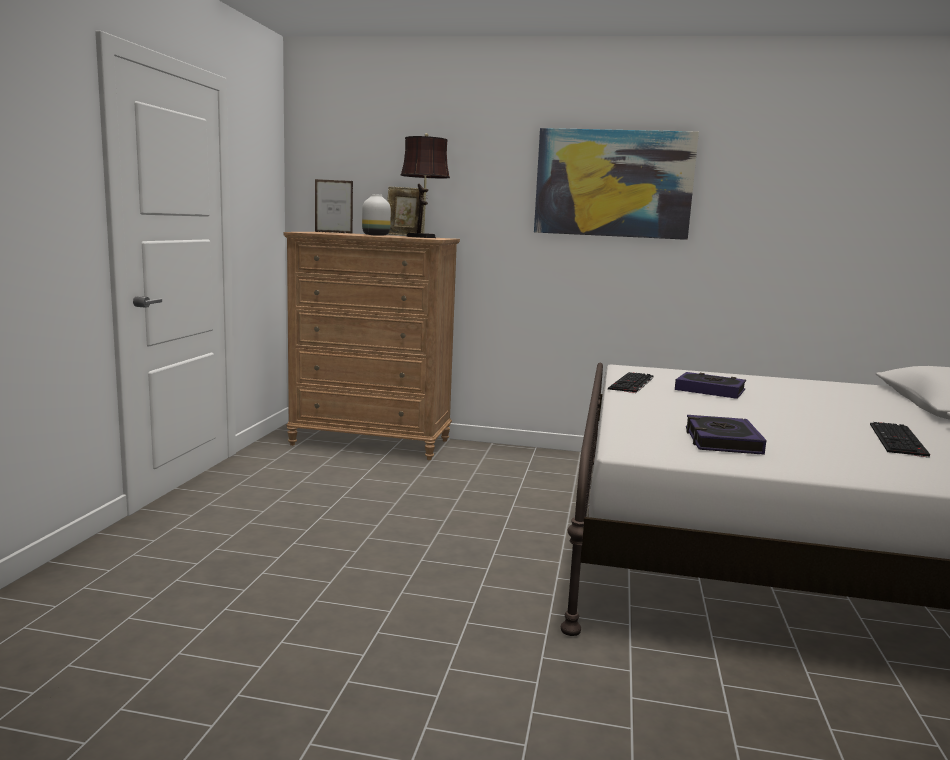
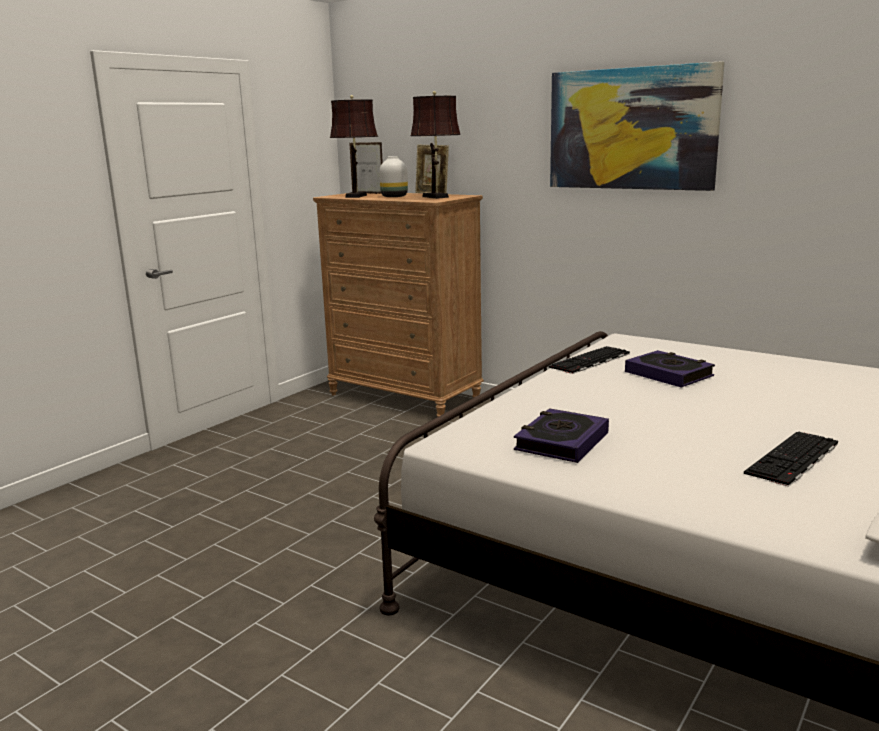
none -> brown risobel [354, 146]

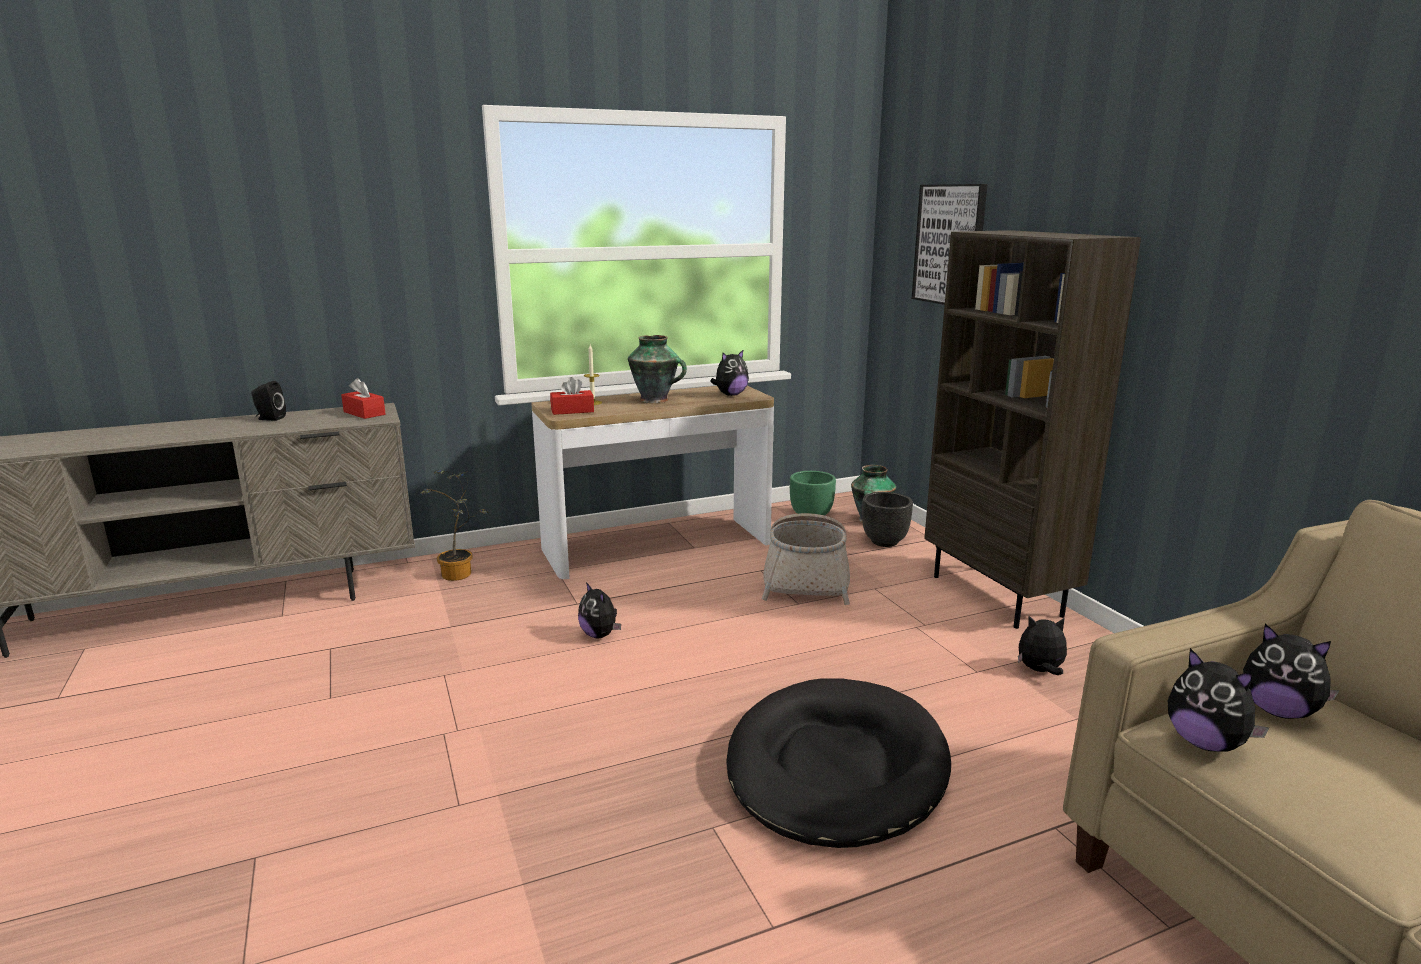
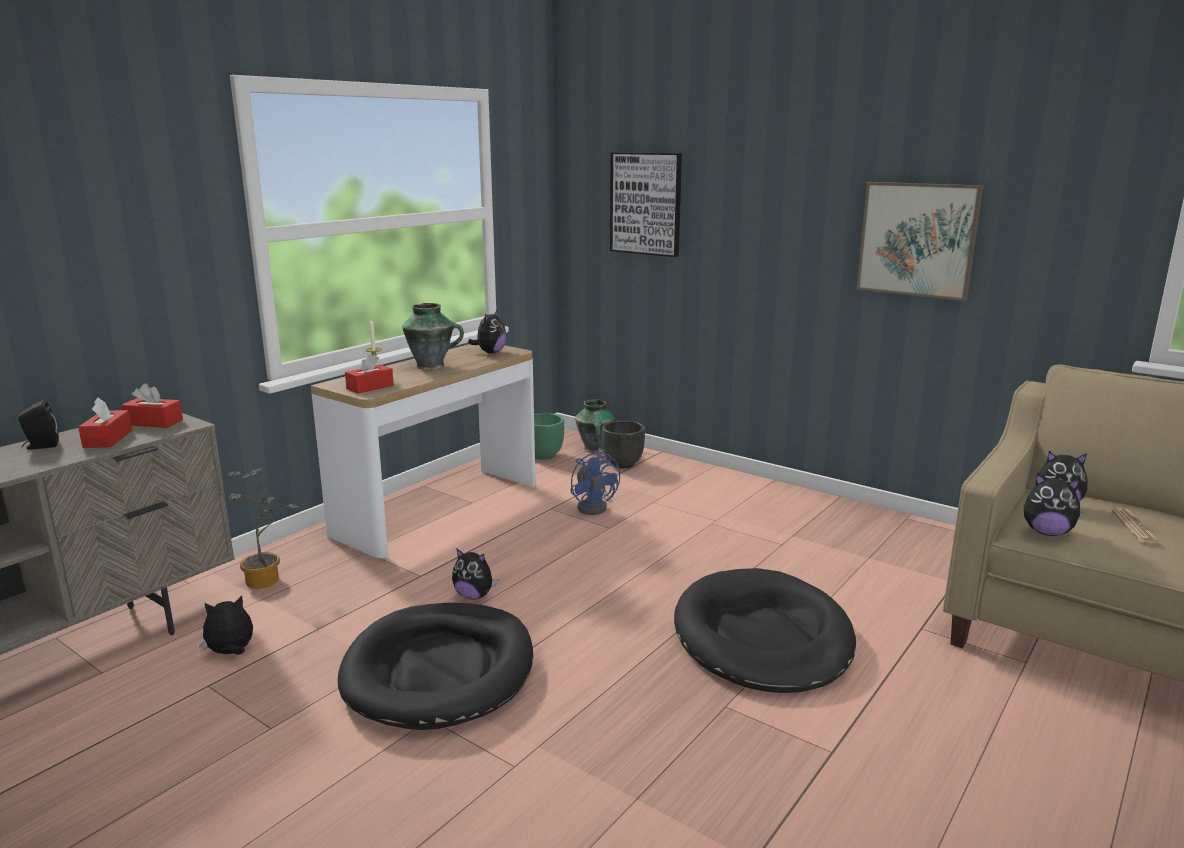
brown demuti [1032, 429] -> none
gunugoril [806, 559] -> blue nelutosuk [595, 482]
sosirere [1042, 645] -> sosirere [226, 625], relocated
none -> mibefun [919, 241]
none -> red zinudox [105, 422]
none -> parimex [1136, 526]
none -> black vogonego [435, 666]

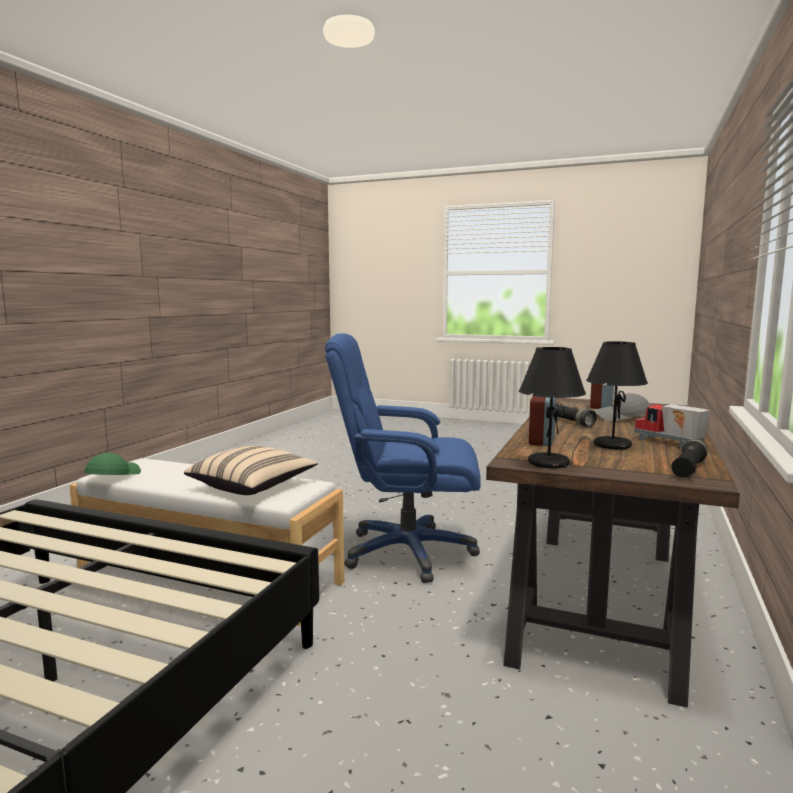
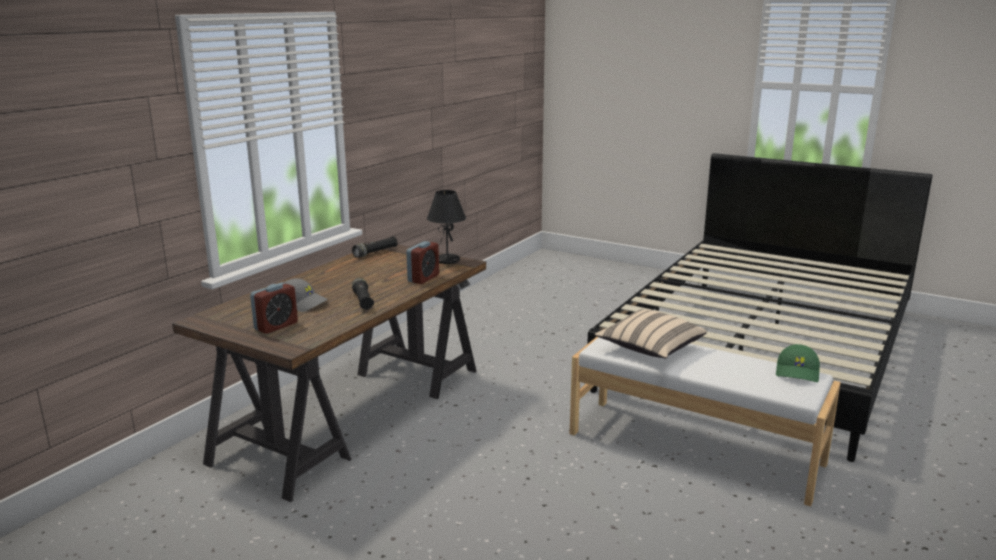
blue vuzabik [402, 458] -> none
black risobel [617, 395] -> none
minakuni [672, 426] -> none

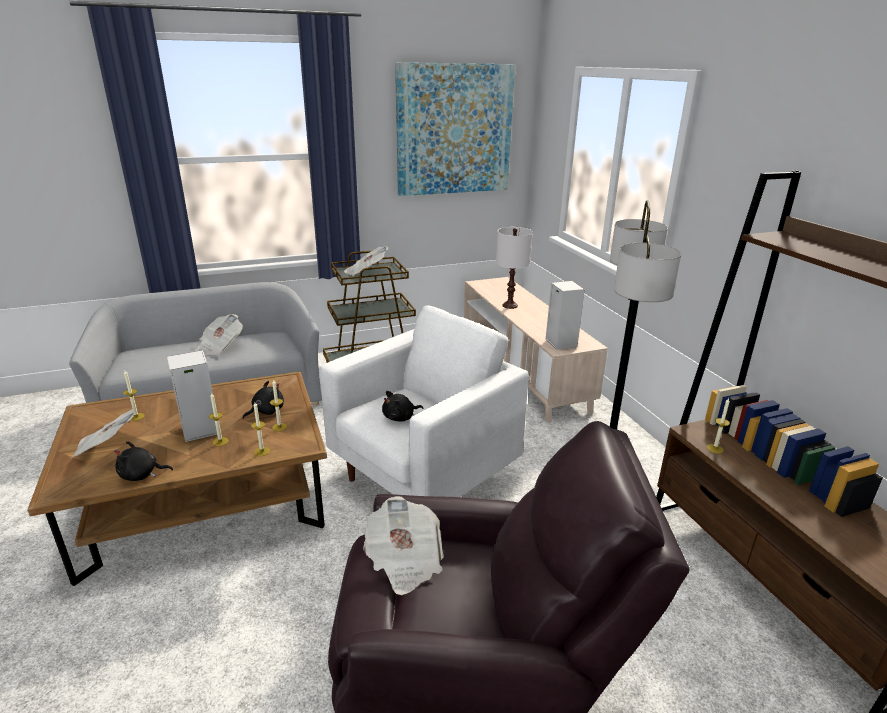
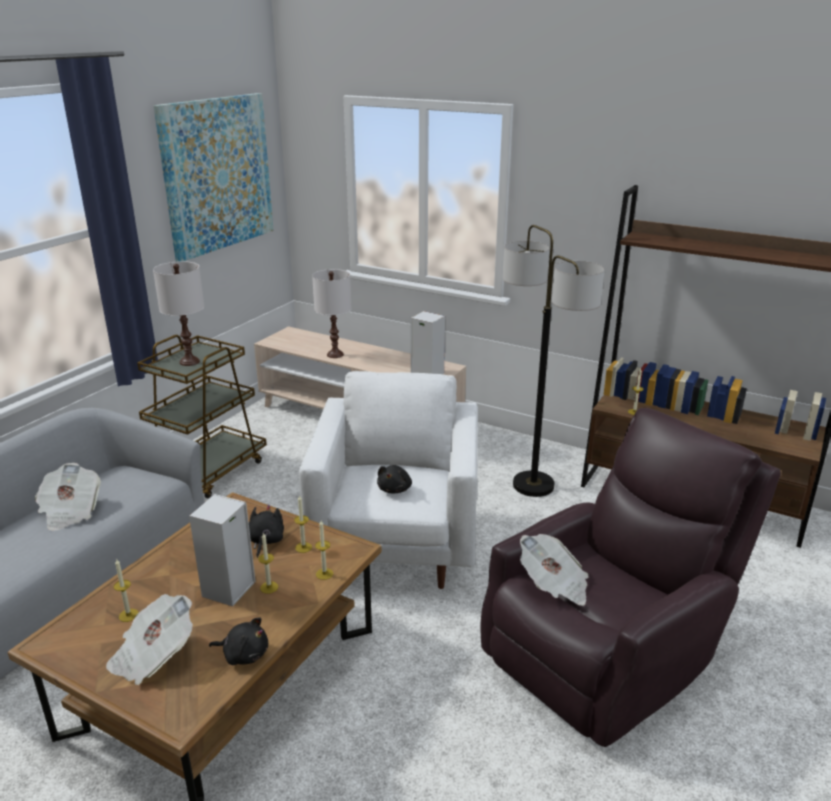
parimex [366, 261] -> white risobel [179, 313]
black sosirere [143, 461] -> black sosirere [238, 641], 120 degrees counterclockwise

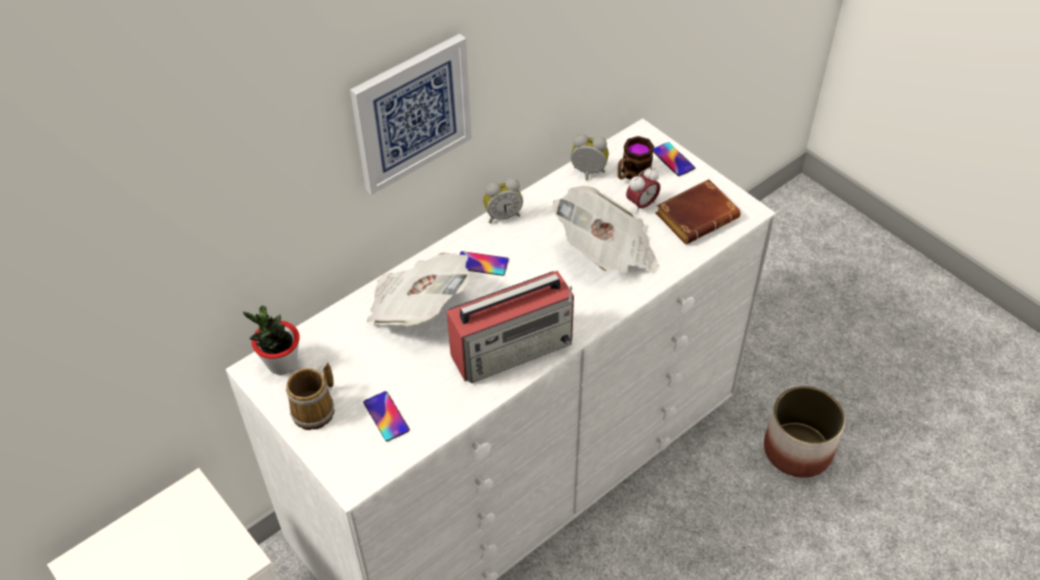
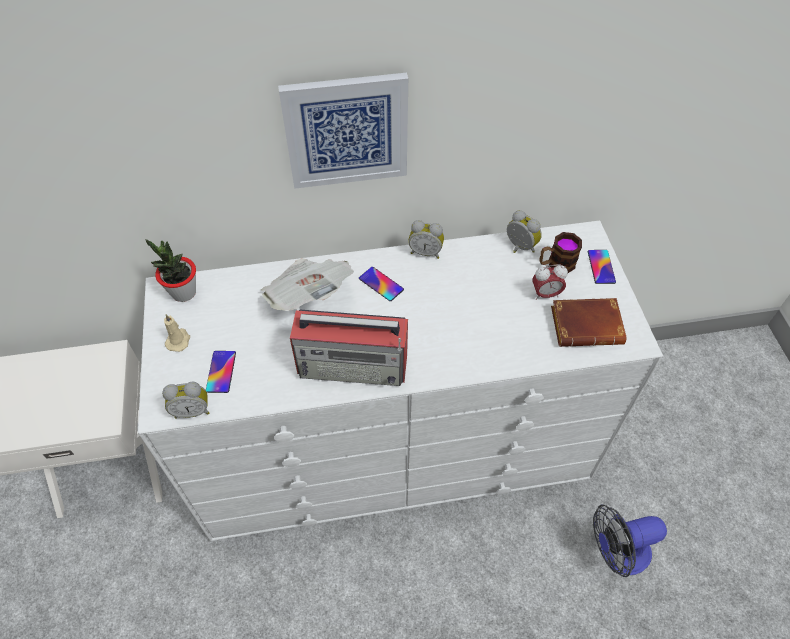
parimex [606, 230] -> none
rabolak [310, 395] -> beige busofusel [177, 333]
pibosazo [804, 432] -> nelutosuk [630, 541]
none -> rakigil [185, 400]

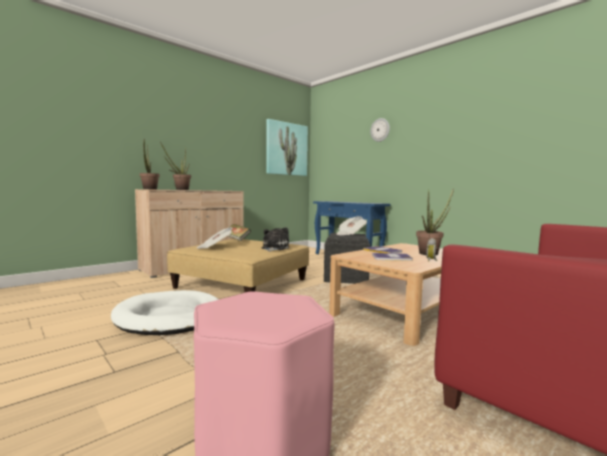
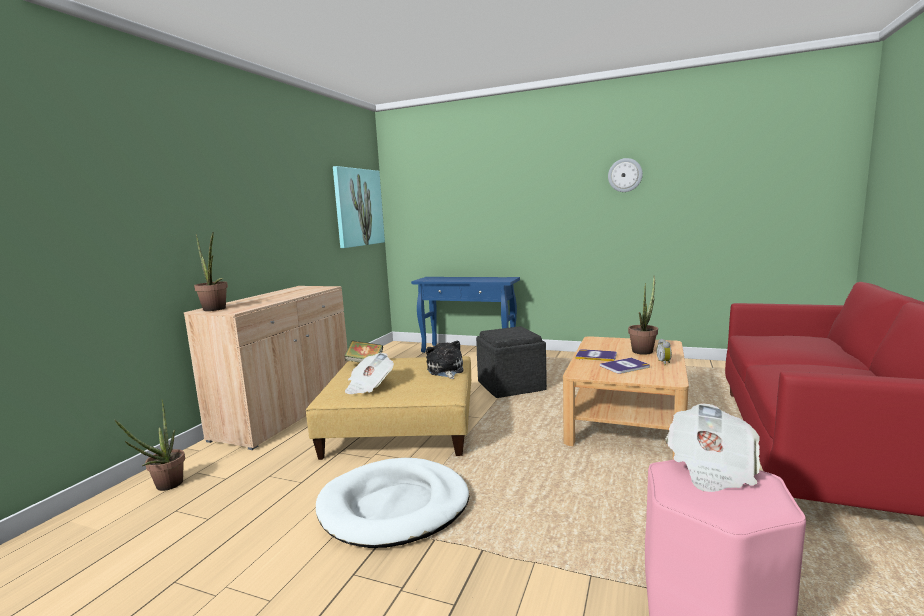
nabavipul [380, 130] -> nabavipul [625, 175], relocated
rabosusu [175, 166] -> rabosusu [150, 445], relocated
parimex [352, 225] -> parimex [712, 448], relocated

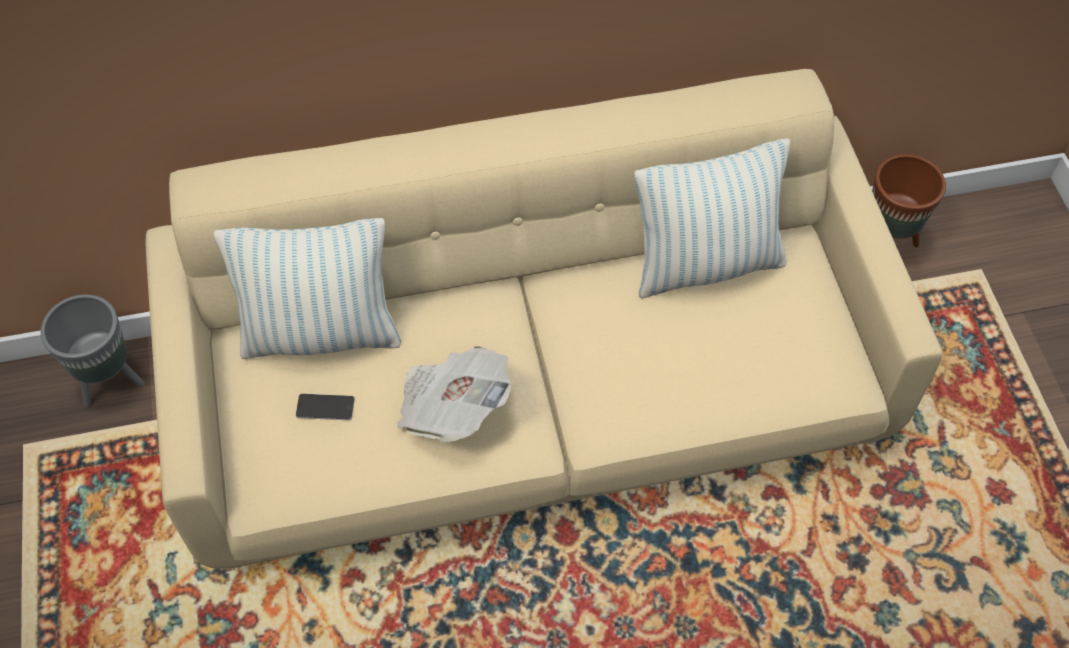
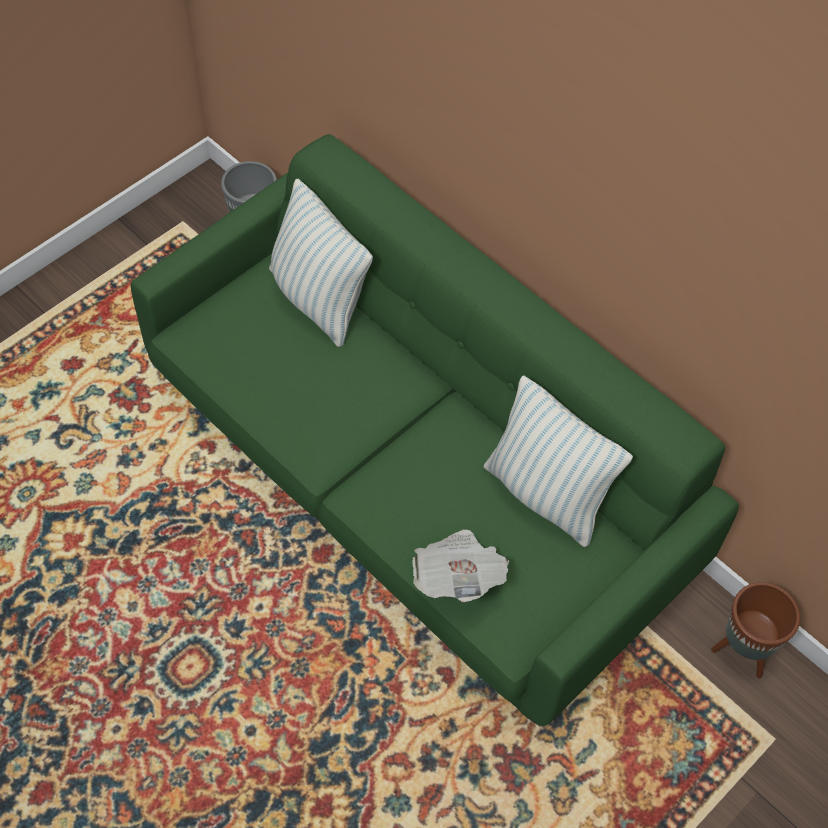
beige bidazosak [544, 319] -> green bidazosak [435, 430]
parimex [454, 394] -> parimex [460, 566], relocated
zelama [325, 407] -> none

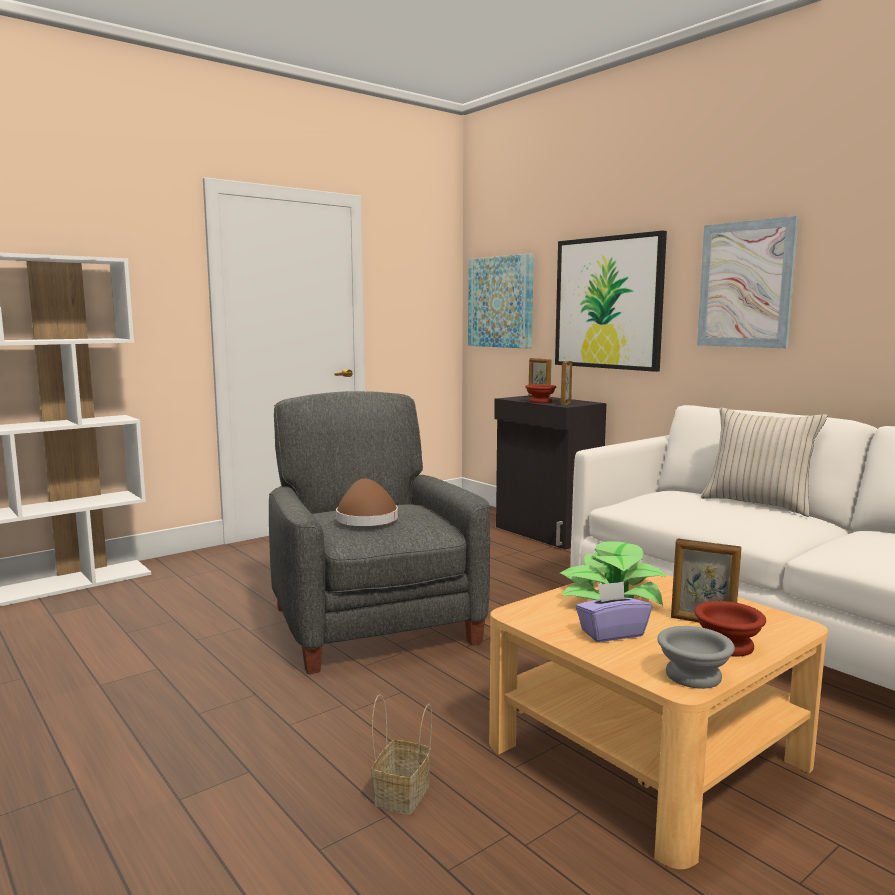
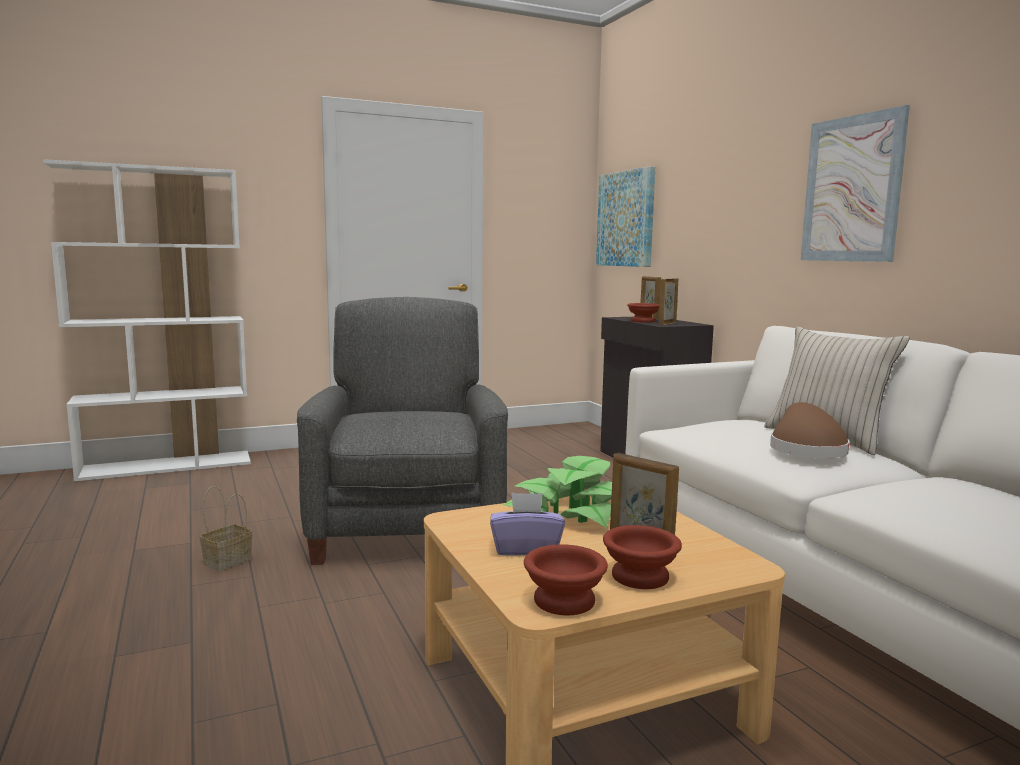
mibefun [611, 301] -> none
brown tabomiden [367, 502] -> brown tabomiden [810, 430], relocated
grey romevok [696, 657] -> brown romevok [566, 579]
gunugoril [401, 754] -> gunugoril [226, 528], relocated

